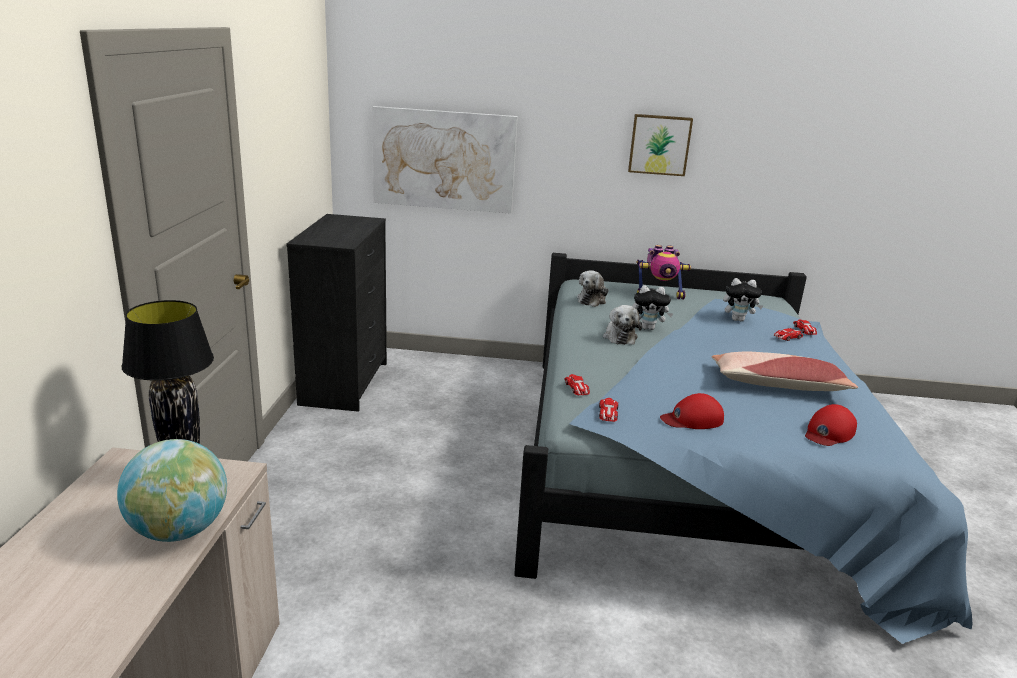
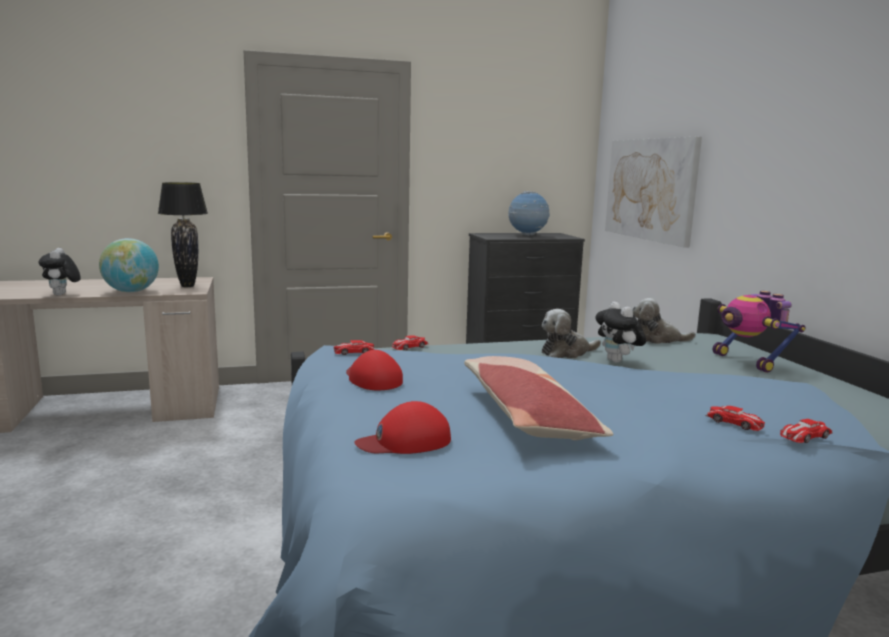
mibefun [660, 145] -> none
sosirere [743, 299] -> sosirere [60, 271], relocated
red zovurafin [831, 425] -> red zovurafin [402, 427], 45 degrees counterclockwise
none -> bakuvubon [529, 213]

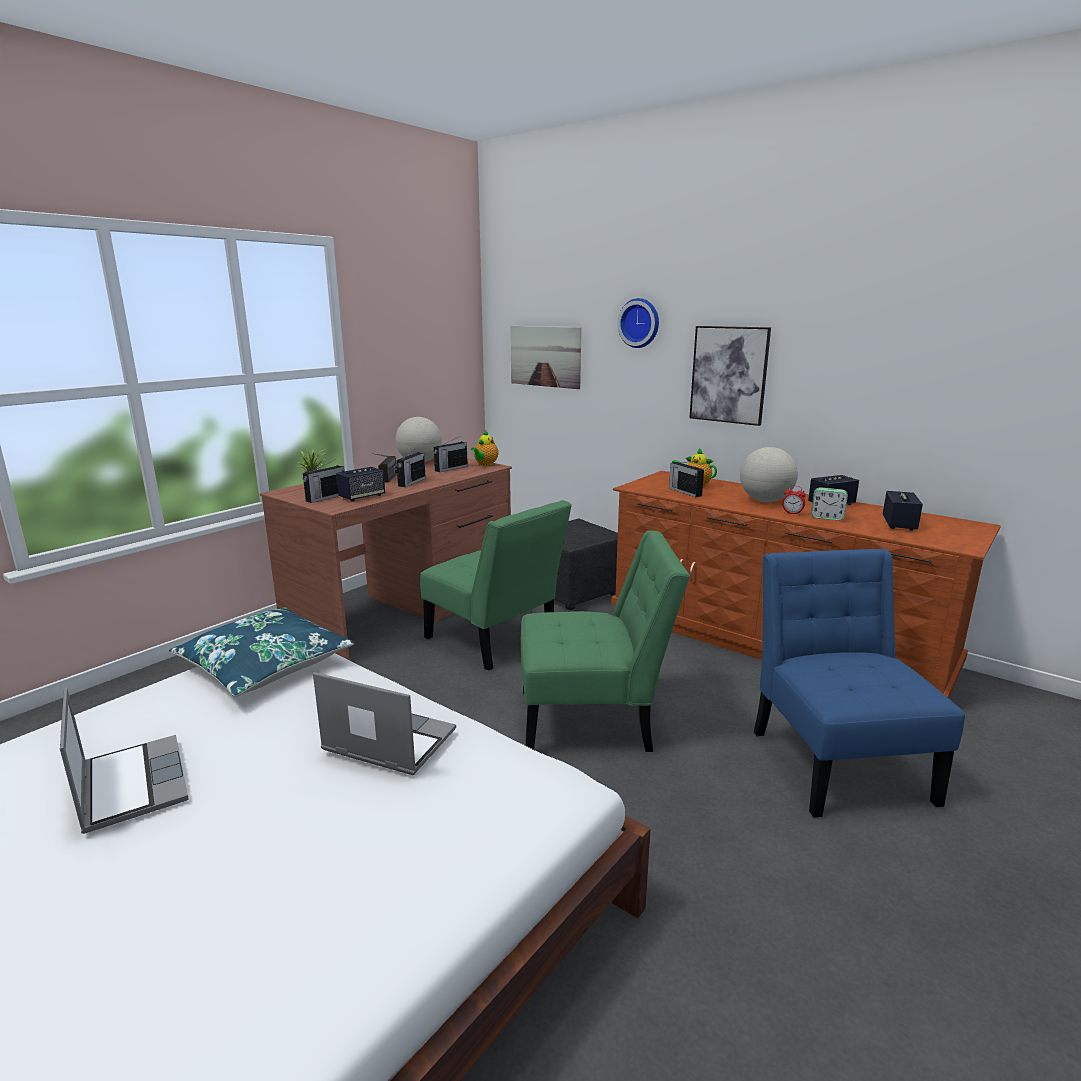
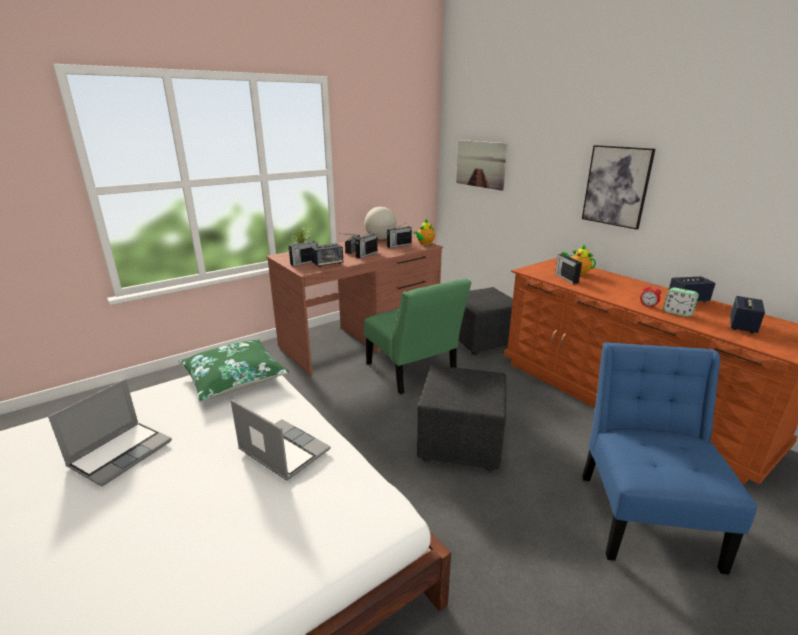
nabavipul [638, 323] -> none
bakuvubon [769, 474] -> none
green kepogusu [605, 641] -> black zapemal [461, 418]
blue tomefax [262, 652] -> green tomefax [233, 370]
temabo [124, 760] -> temabo [110, 433], 45 degrees clockwise

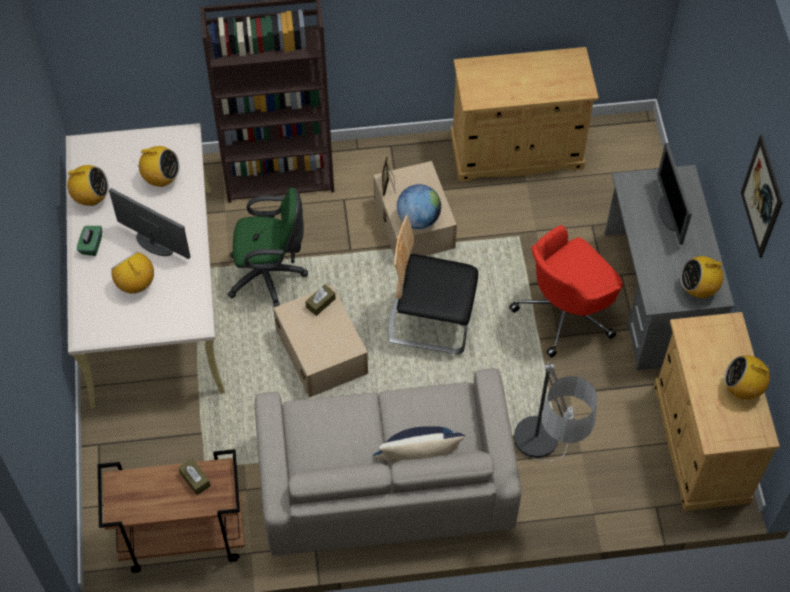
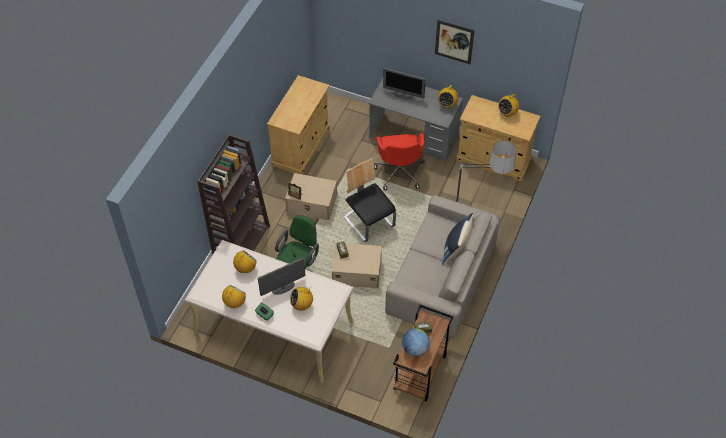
bakuvubon [419, 206] -> bakuvubon [416, 342], relocated
kepogusu [433, 284] -> kepogusu [370, 200], 105 degrees clockwise

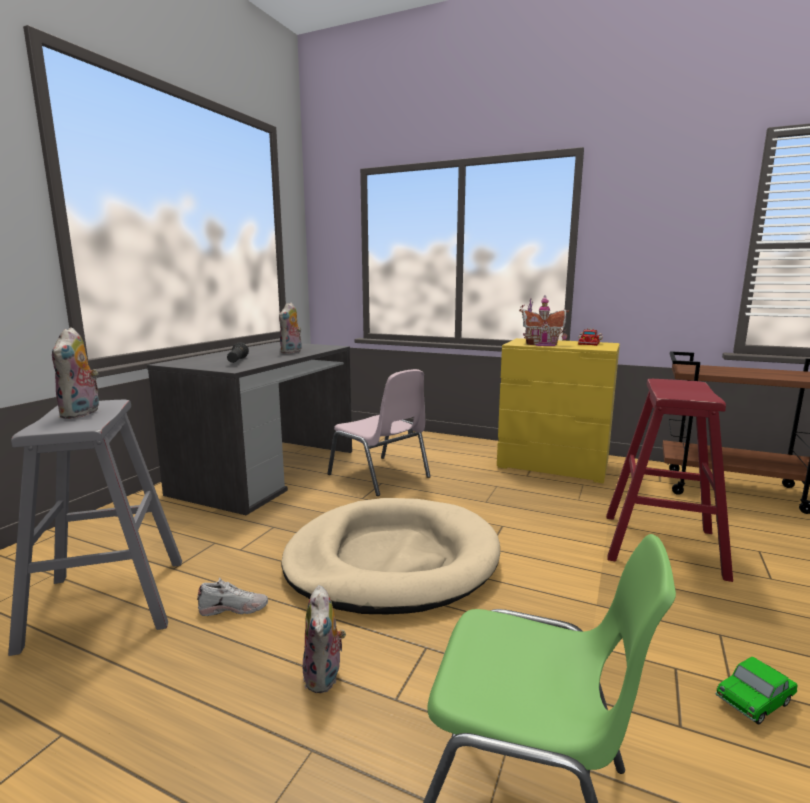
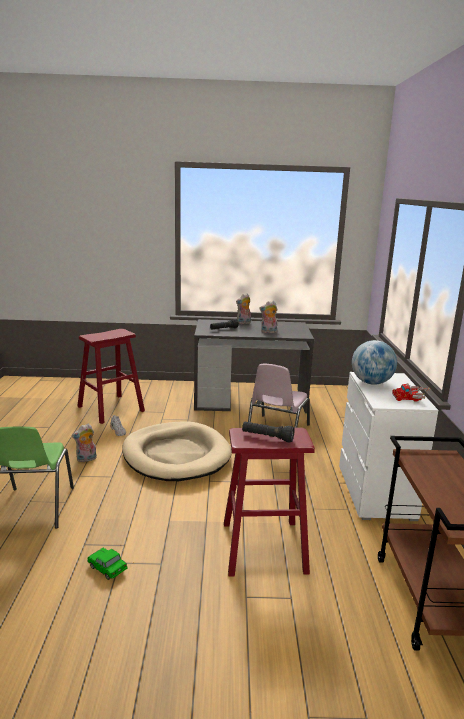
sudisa [544, 321] -> bakuvubon [374, 362]
sosirere [75, 373] -> sosirere [243, 309], relocated
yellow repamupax [558, 411] -> white repamupax [388, 446]
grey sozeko [95, 528] -> red sozeko [111, 376]
none -> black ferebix [268, 432]

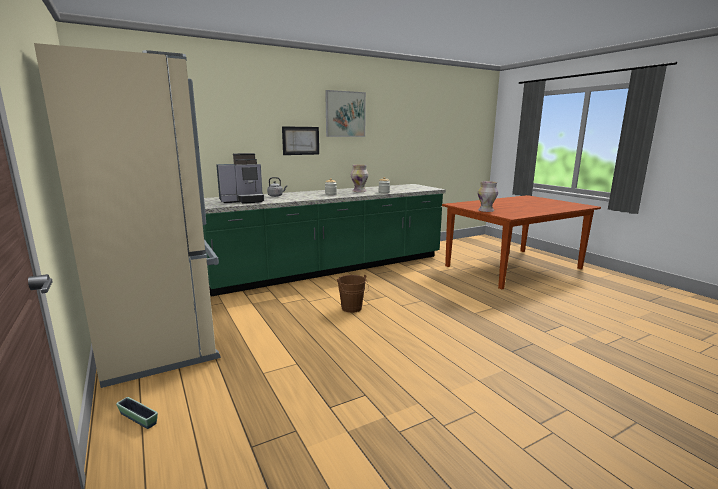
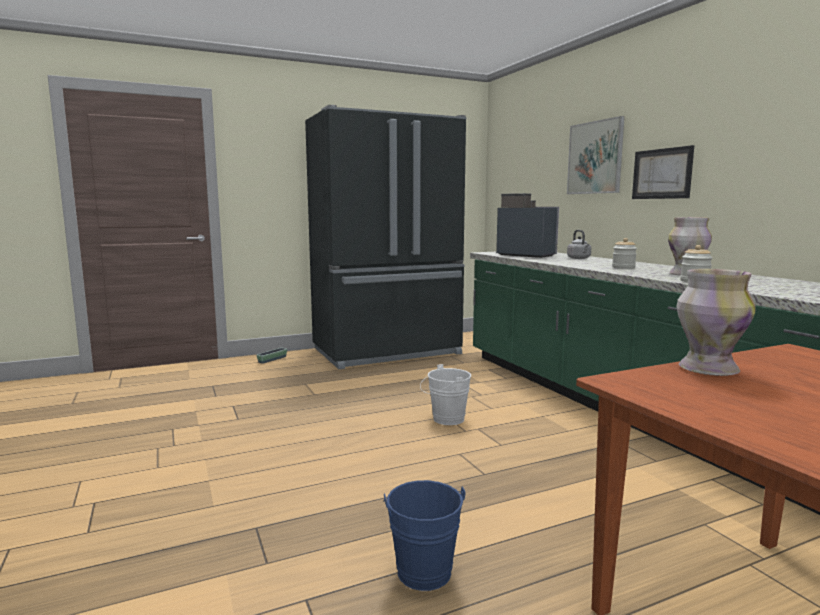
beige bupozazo [127, 215] -> black bupozazo [386, 237]
mibefun [345, 113] -> mibefun [596, 155], relocated
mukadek [240, 178] -> mukadek [527, 225], 150 degrees clockwise
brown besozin [353, 293] -> white besozin [445, 394]
none -> blue besozin [424, 535]

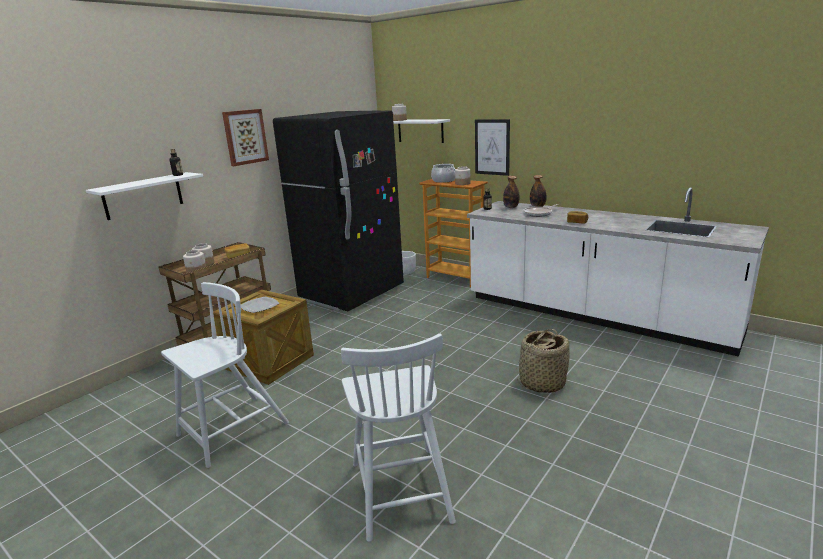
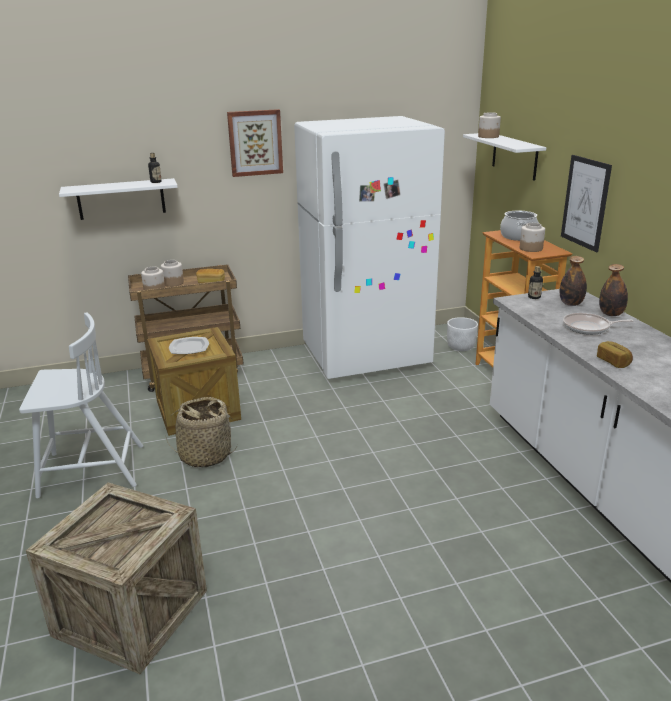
black bupozazo [338, 210] -> white bupozazo [369, 247]
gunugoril [543, 361] -> gunugoril [201, 432], relocated
white kepogusu [398, 437] -> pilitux [116, 578]

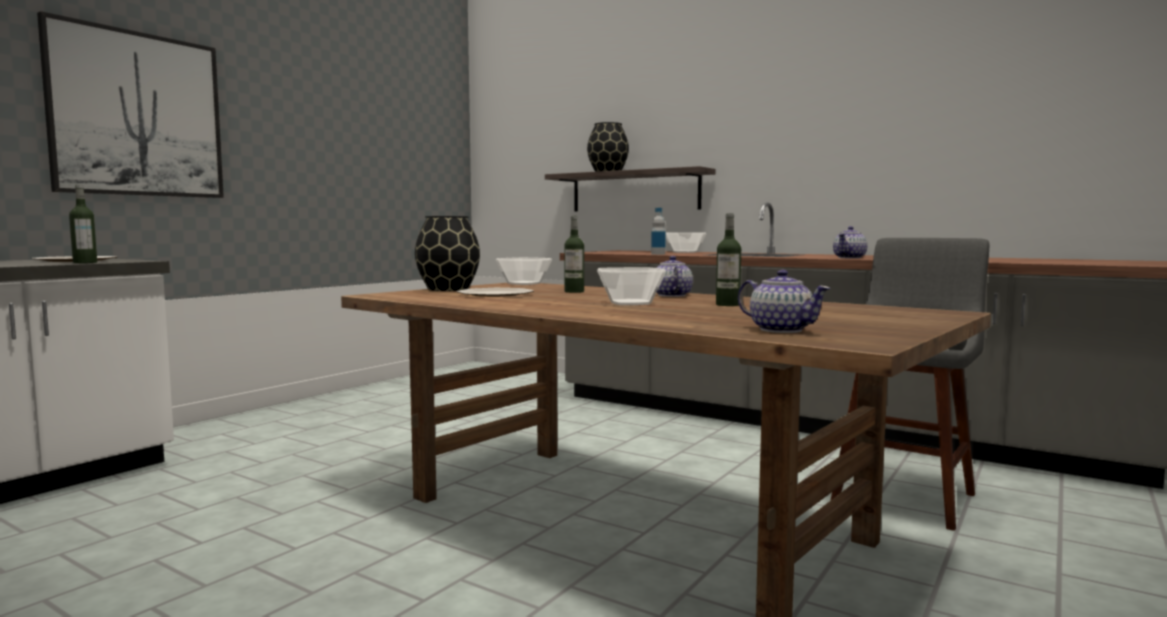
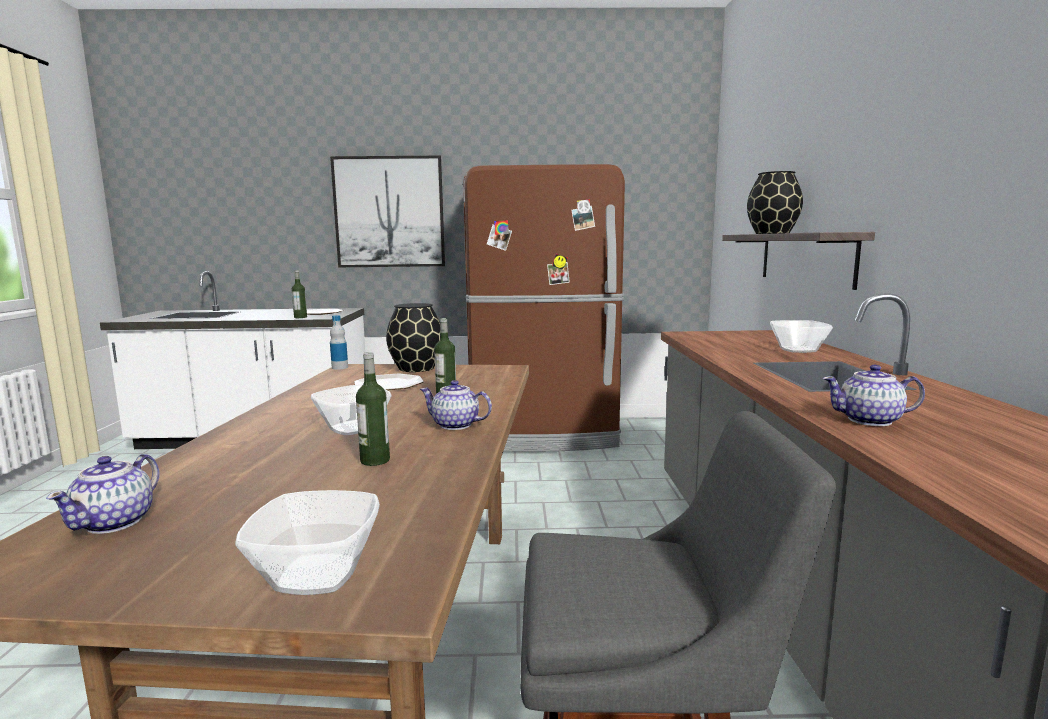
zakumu [658, 231] -> zakumu [339, 342], relocated
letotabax [674, 276] -> letotabax [456, 405], 120 degrees counterclockwise
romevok [524, 271] -> romevok [307, 542], relocated
none -> brown bupozazo [544, 308]

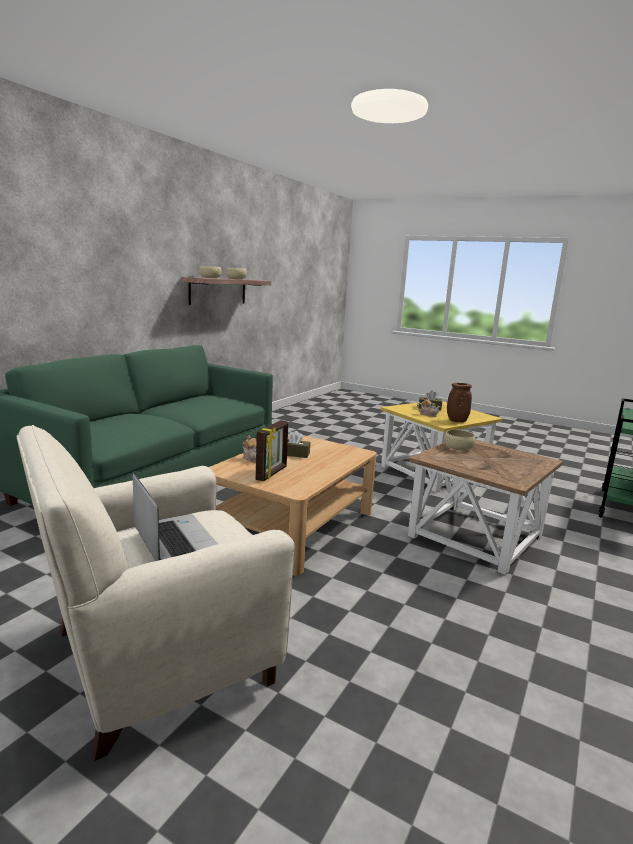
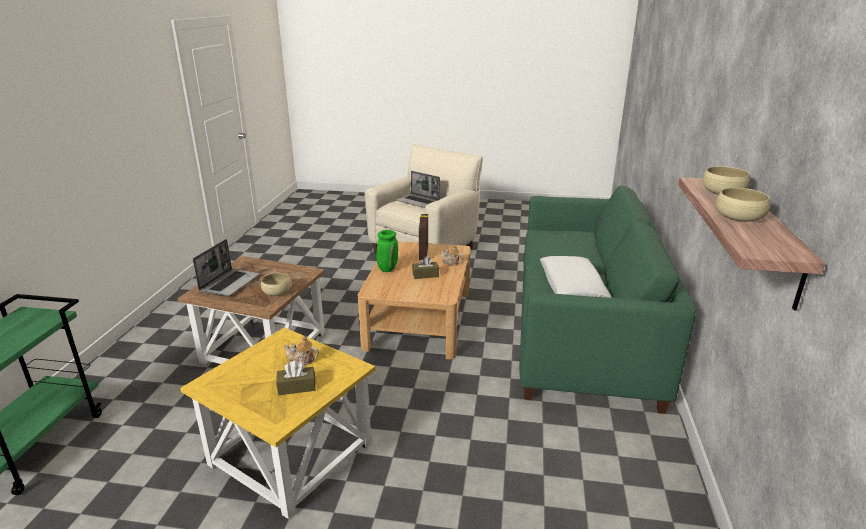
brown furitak [459, 402] -> none
none -> green furitak [387, 251]
none -> temabo [226, 267]
none -> white tomefax [576, 277]

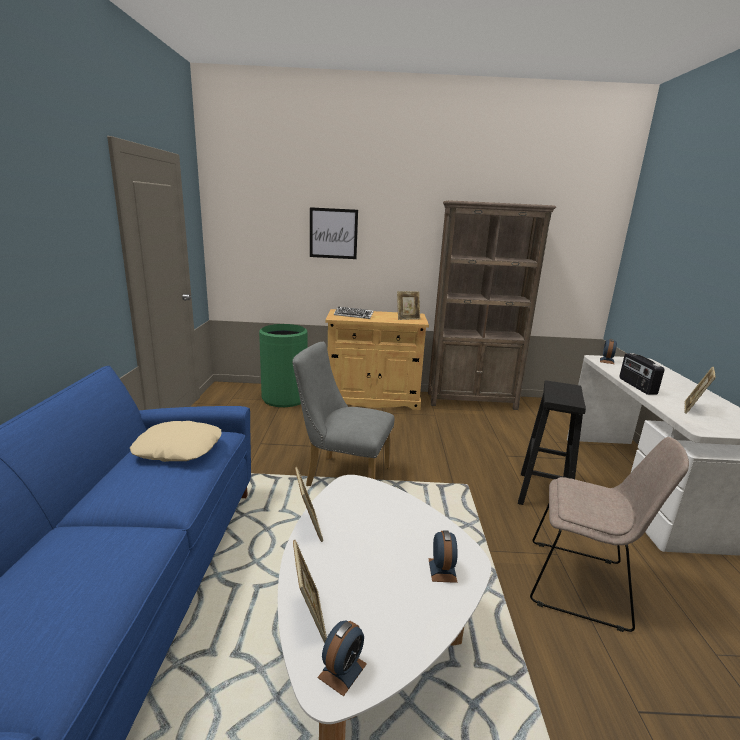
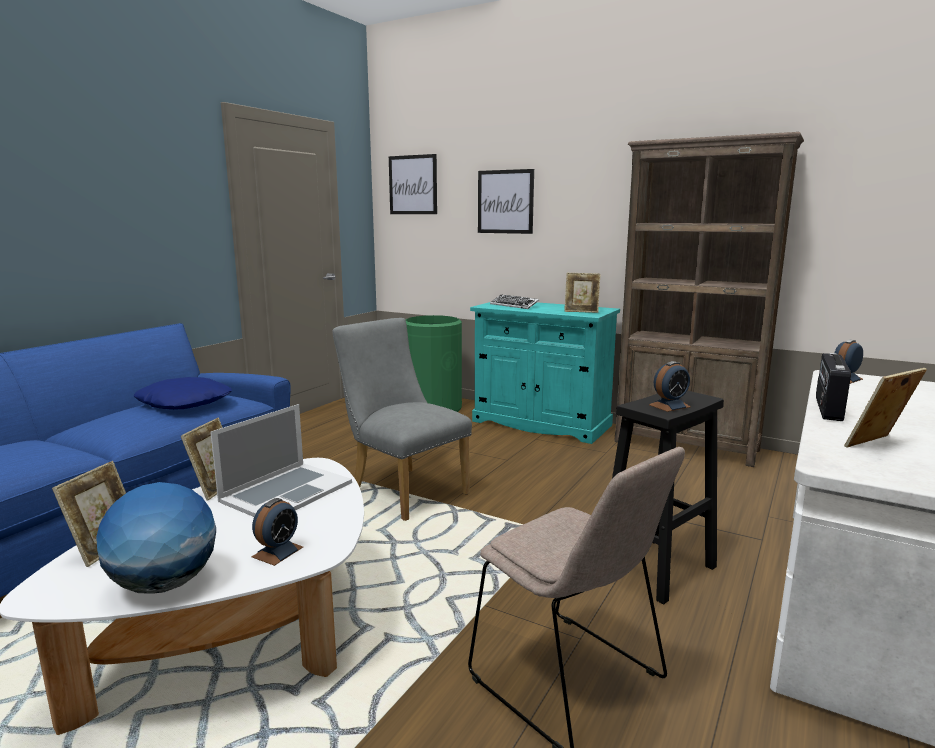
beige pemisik [377, 359] -> turquoise pemisik [545, 373]
beige tomefax [175, 441] -> blue tomefax [183, 393]
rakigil [342, 658] -> rakigil [670, 386], relocated
none -> mibefun [413, 184]
none -> temabo [281, 460]
none -> bakuvubon [156, 538]

